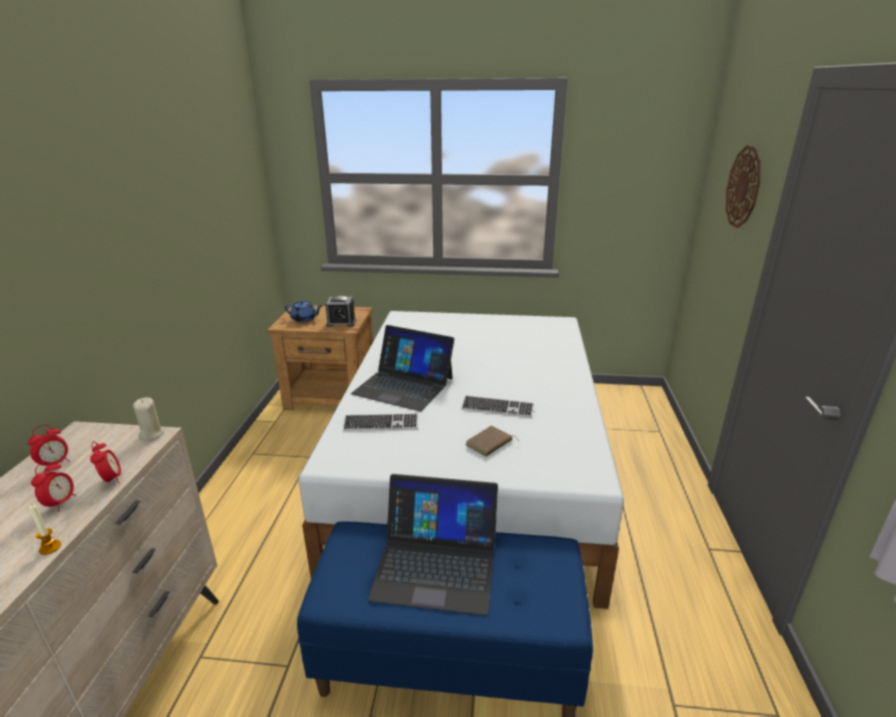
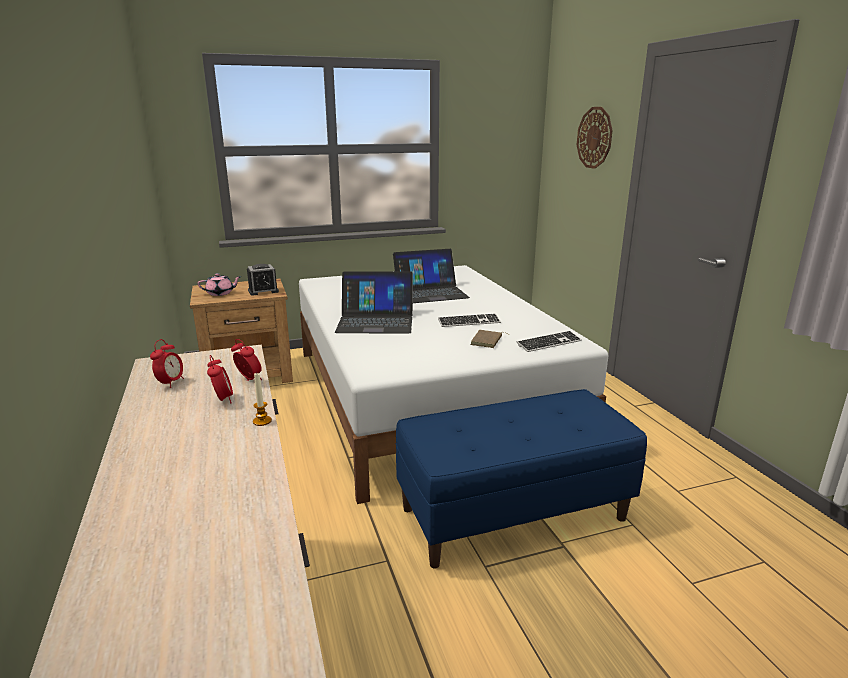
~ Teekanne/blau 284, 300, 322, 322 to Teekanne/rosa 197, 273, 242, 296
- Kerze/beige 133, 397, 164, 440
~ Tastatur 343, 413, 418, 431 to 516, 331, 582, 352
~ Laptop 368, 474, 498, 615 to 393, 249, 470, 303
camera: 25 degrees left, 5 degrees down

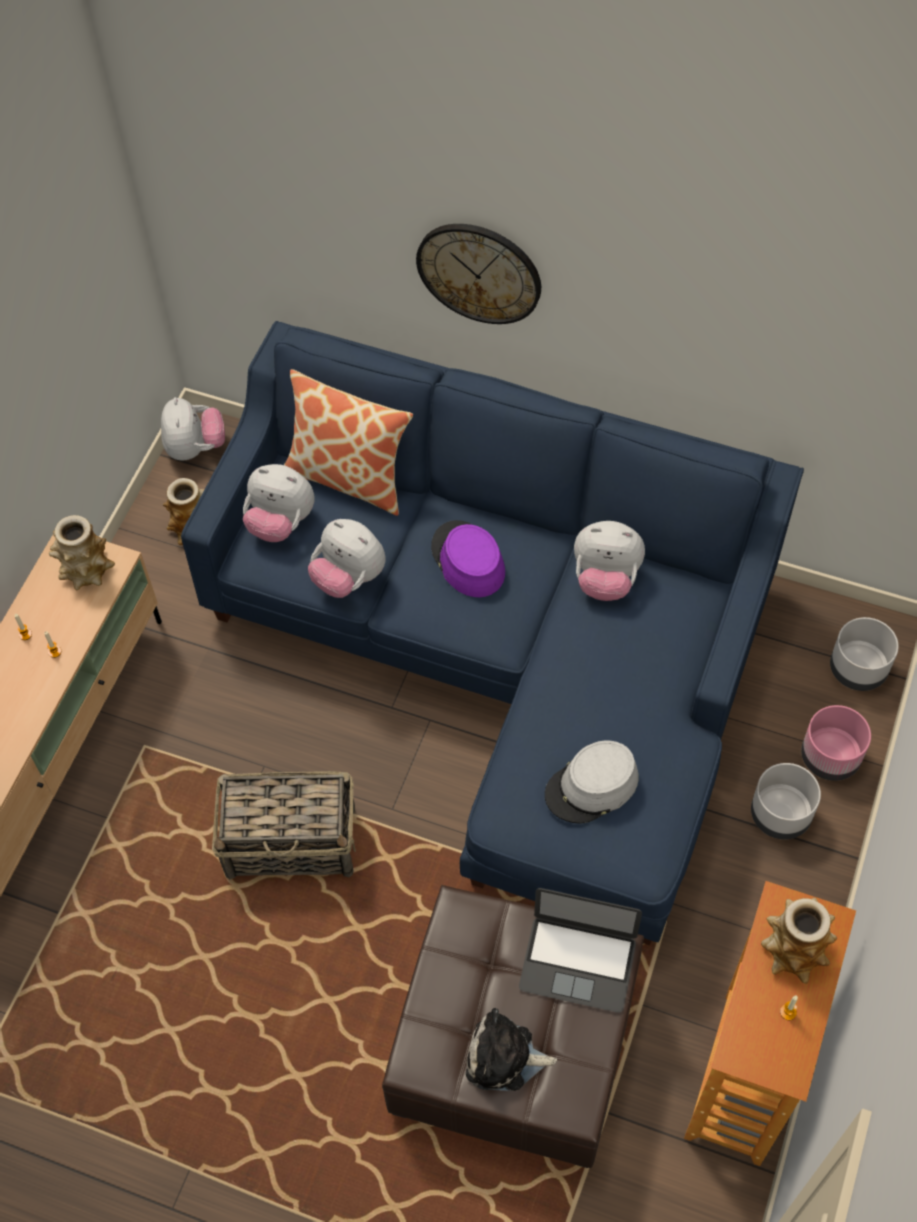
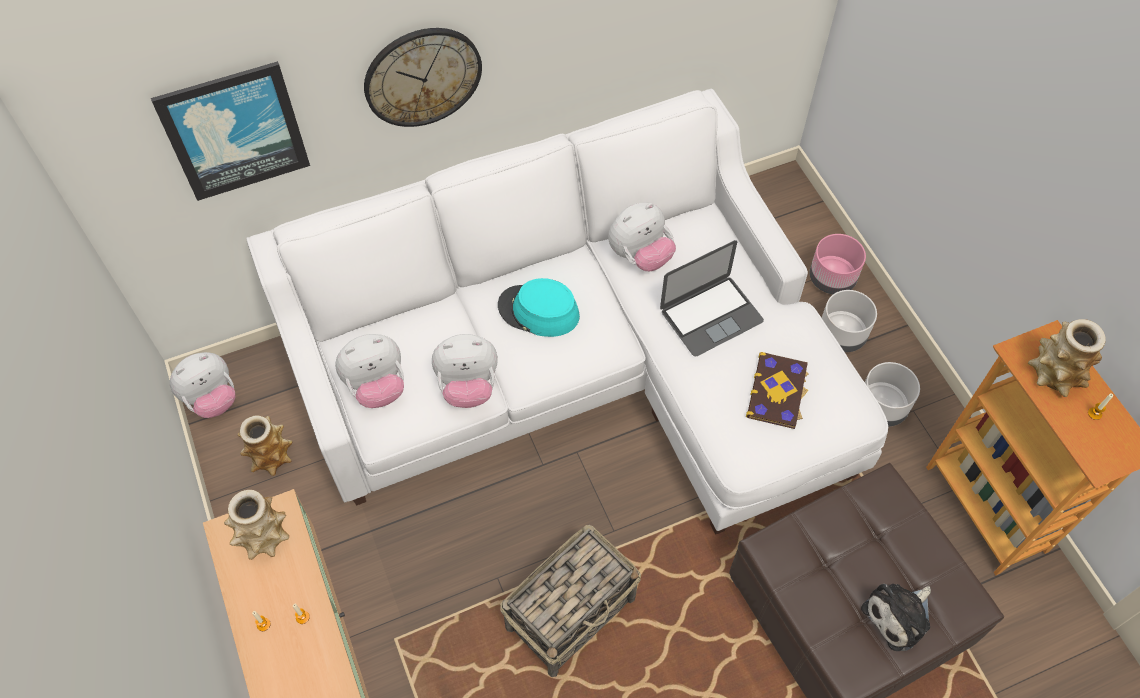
~ Sofa/blau 181, 321, 804, 945 to Sofa/weiß 247, 89, 888, 535
- Kissen 284, 369, 413, 516
~ Plüschtier 161, 397, 225, 460 = 170, 352, 236, 418 105 degrees clockwise
~ Hut/lila 431, 520, 505, 597 to Hut/türkis 498, 278, 580, 337
~ Pflanzkübel/grau 830, 617, 899, 691 to 865, 362, 920, 427
~ Hut/grau 545, 740, 639, 824 to Buch 746, 352, 809, 429
~ Laptop 519, 888, 642, 1013 to 660, 240, 764, 356
+ Bild 151, 61, 310, 201
camera: 45 degrees left, 0 degrees up

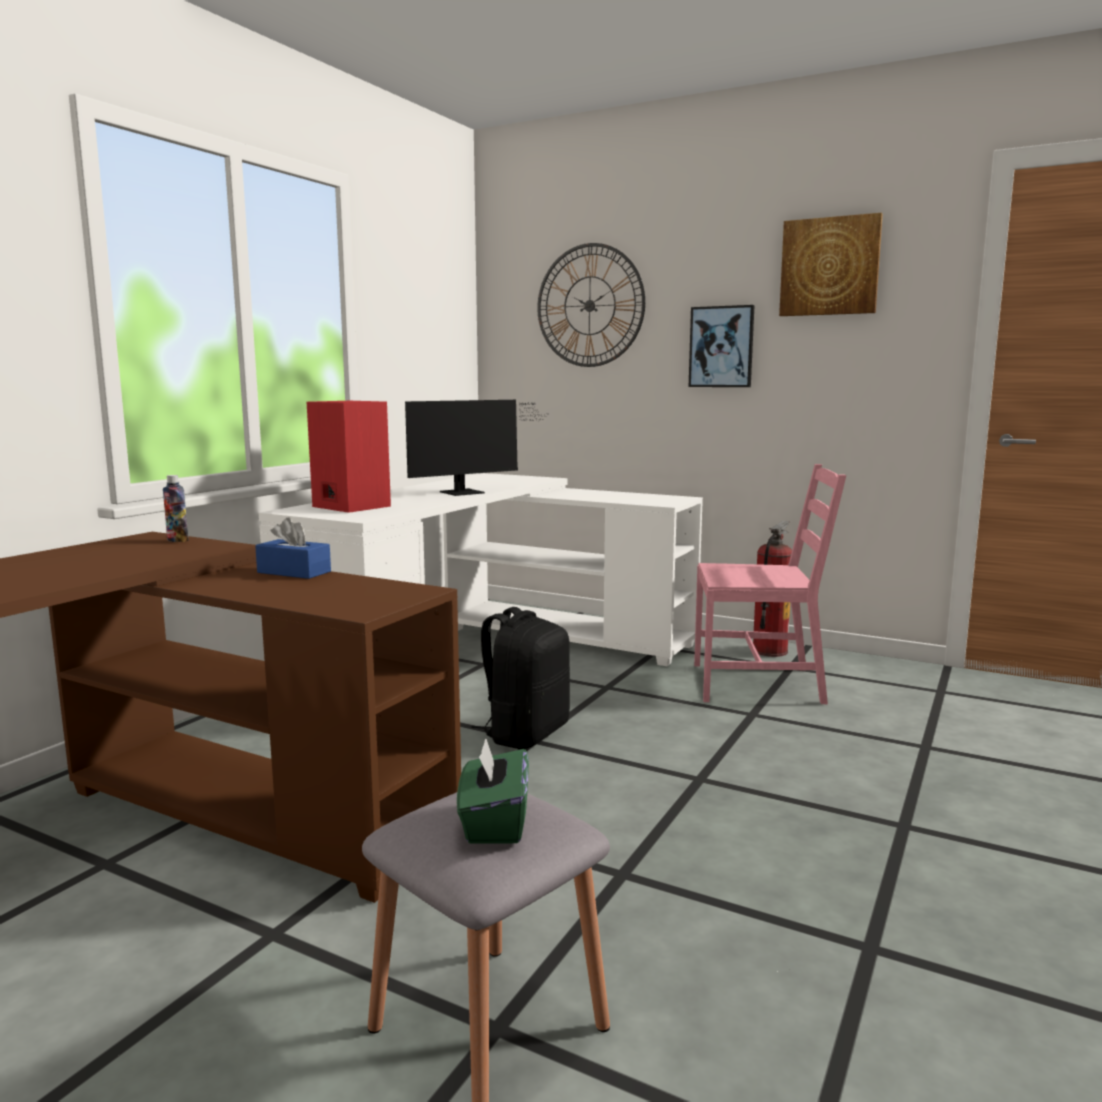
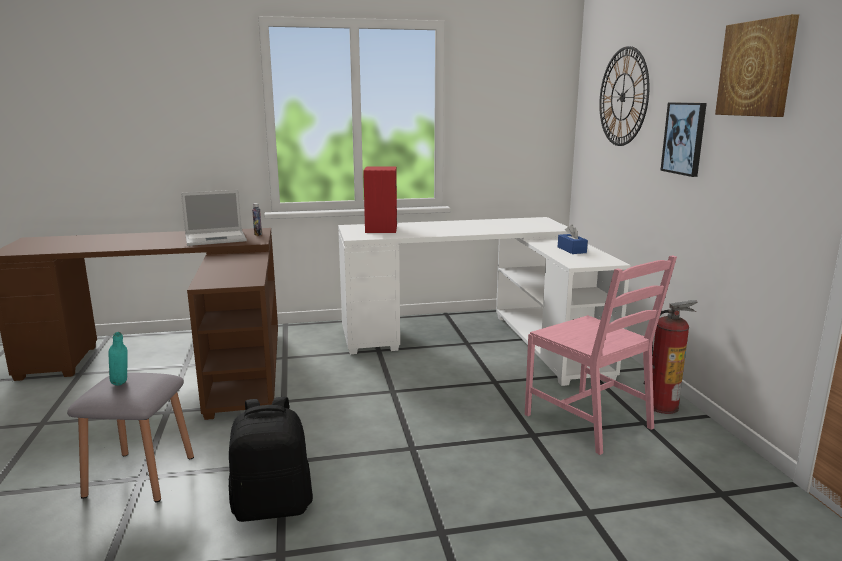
- Monitor 405, 400, 549, 496
~ Taschentuchbox/blau 255, 517, 331, 579 to 558, 225, 588, 254
~ Rucksack/schwarz 471, 607, 570, 749 to 229, 397, 313, 522
~ Taschentuchbox/grün 457, 737, 529, 844 to Flasche/türkis 108, 332, 128, 386
+ Laptop 181, 190, 247, 246
camera: 50 degrees right, 5 degrees up

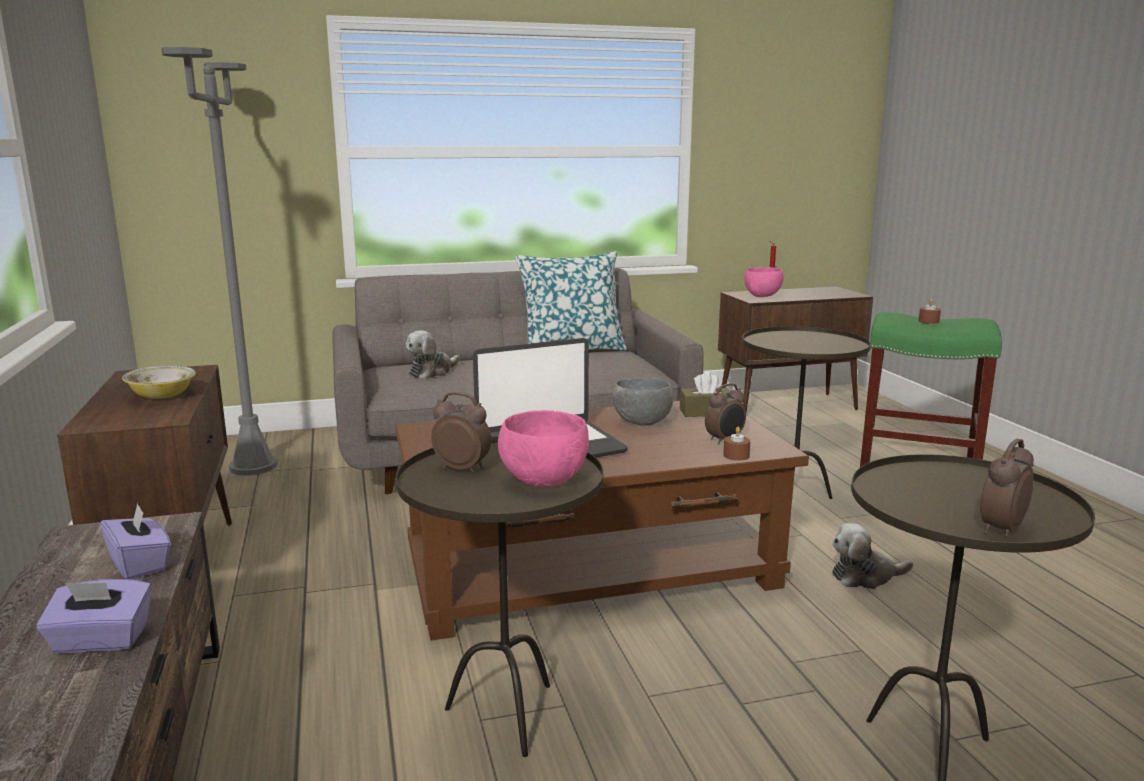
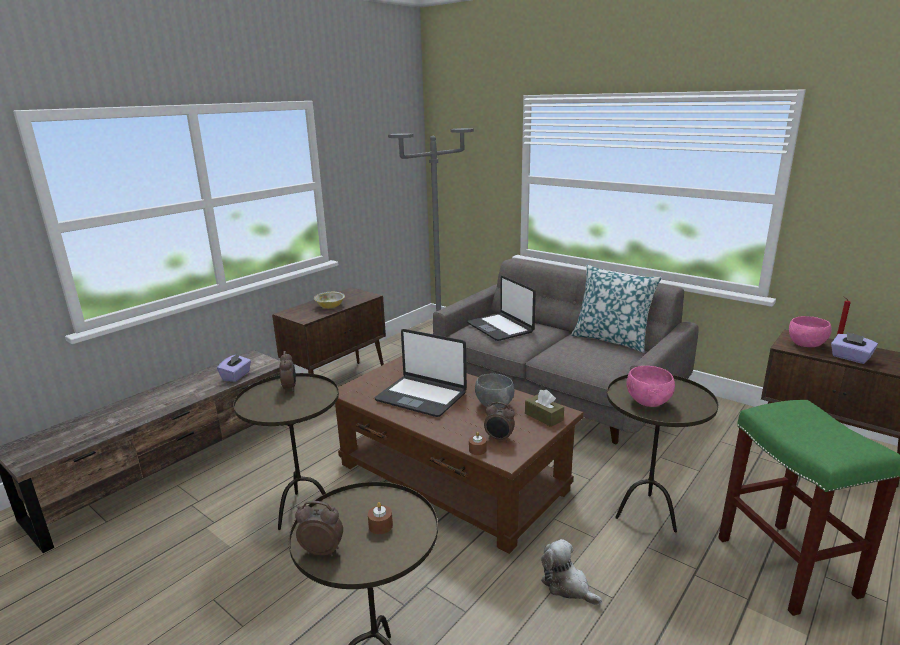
~ Kerze/braun 918, 298, 941, 324 to 368, 502, 393, 534
~ Plüschtier 406, 330, 460, 379 to Laptop 467, 276, 536, 341
~ Schüssel/rosa 498, 410, 589, 487 to 627, 366, 675, 407
~ Taschentuchbox/lila 36, 579, 152, 653 to 831, 332, 878, 364
camera: 55 degrees right, 5 degrees up

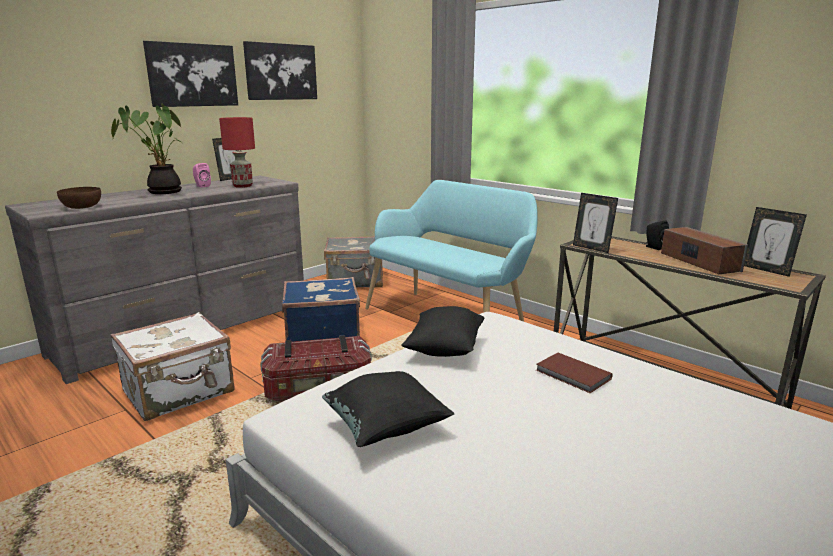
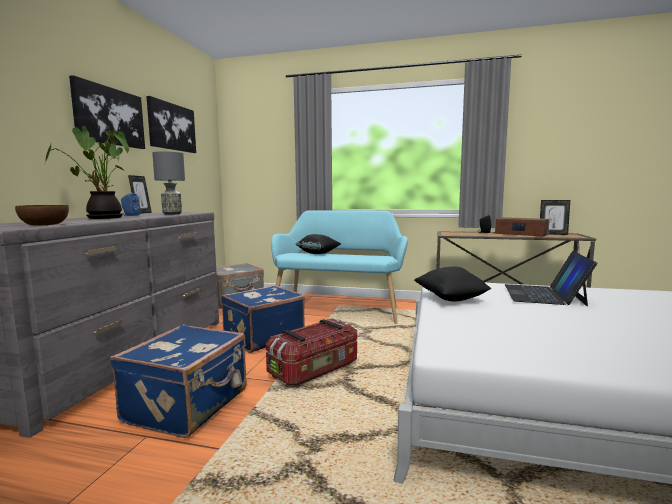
~ Tischlampe/rot 219, 117, 255, 188 to Tischlampe/grau 152, 151, 185, 215
~ Lautsprecher/rosa 193, 163, 211, 188 to Lautsprecher/blau 121, 193, 141, 216
- Bilderrahmen 573, 193, 618, 253
~ Koffer/weiß 110, 312, 234, 421 to Koffer/blau 110, 324, 247, 438
~ Buch/braun 536, 353, 613, 393 to Laptop 505, 251, 597, 306
~ Kissen/schwarz 322, 371, 454, 447 to 295, 234, 341, 254
camera: 30 degrees left, 10 degrees down

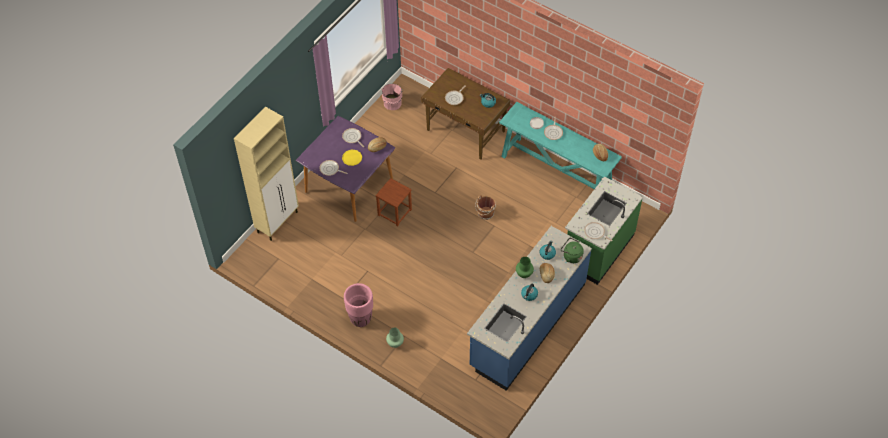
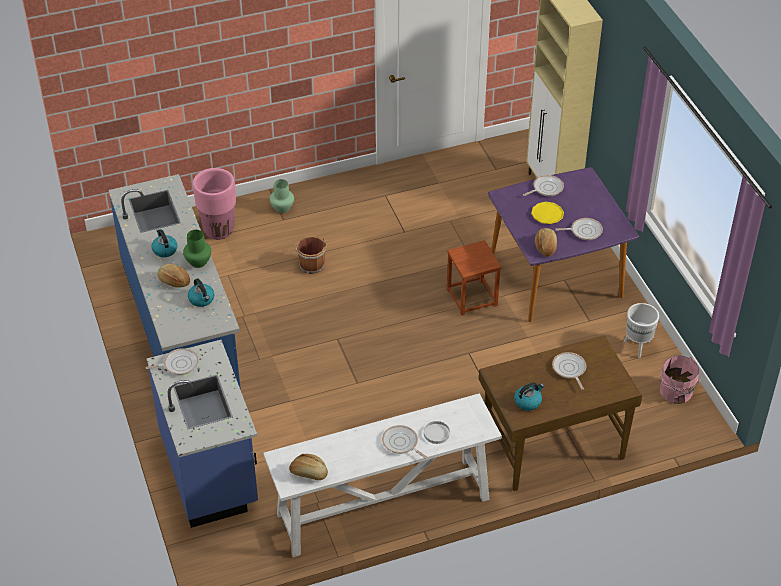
~ Konsolentisch/türkis 499, 102, 622, 189 to Konsolentisch/weiß 263, 393, 502, 557
~ Küchenzeile/grün 565, 176, 643, 285 to Küchenzeile/blau 147, 340, 258, 528
~ Eimer/braun 475, 195, 496, 220 to 294, 236, 327, 274
- Wasserkessel/grün 561, 238, 584, 263
~ Pflanzkübel/rosa 344, 283, 373, 327 to 193, 168, 236, 240
+ Pflanzkübel/weiß 624, 303, 659, 358
camera: 125 degrees right, 10 degrees down

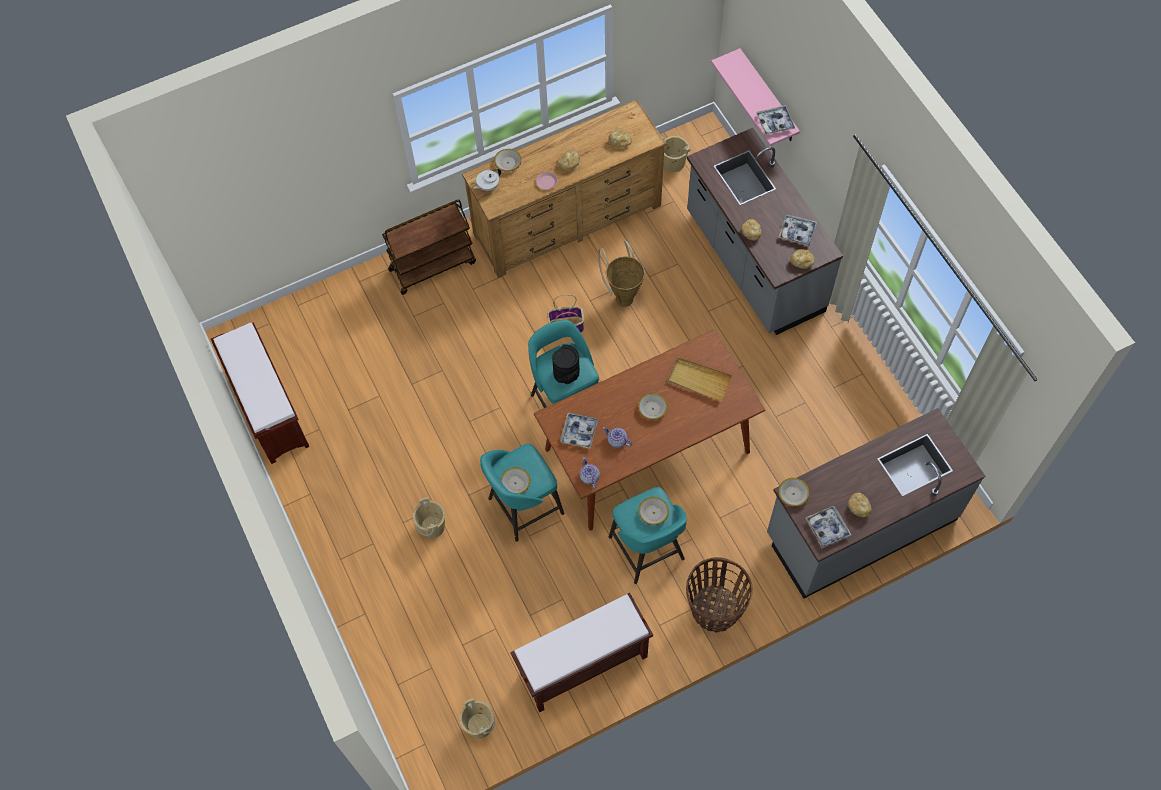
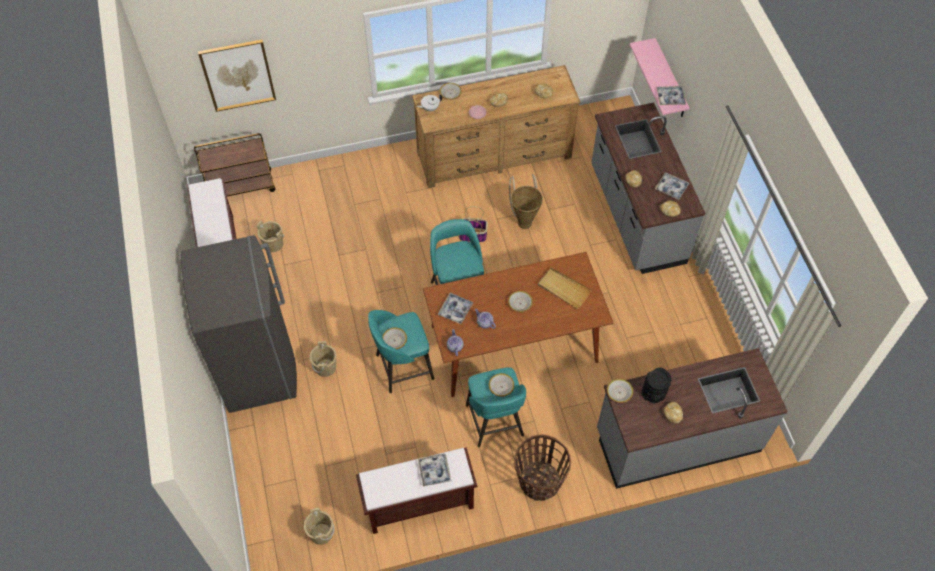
~ Eimer/beige 662, 136, 690, 172 to 257, 221, 284, 252
~ Rollwagen/braun 382, 200, 476, 295 to 194, 133, 275, 196
~ Vase/schwarz 552, 345, 580, 384 to 642, 367, 671, 403
~ Tablett 805, 506, 851, 548 to 418, 453, 451, 487
+ Bild 198, 40, 276, 112
+ Kühlschrank/grau 180, 235, 297, 413
camera: 10 degrees right, 5 degrees down

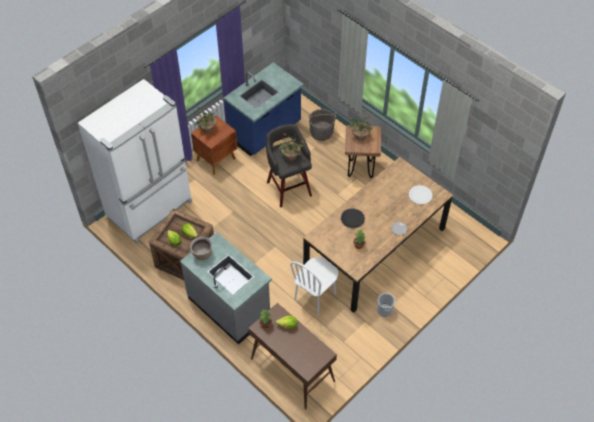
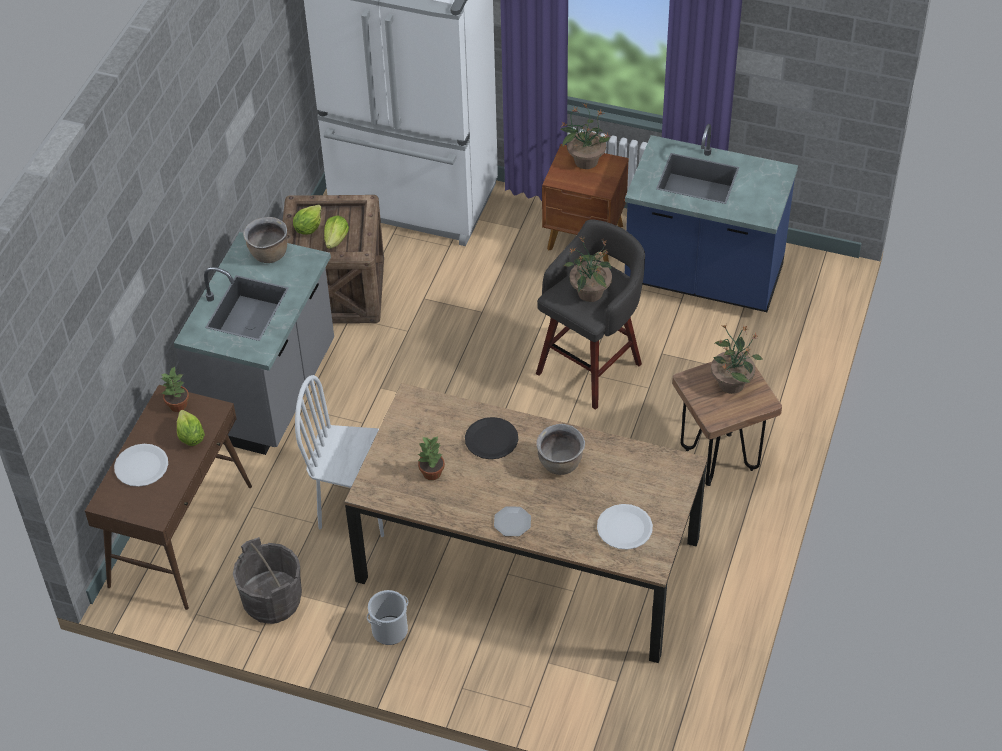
~ Eimer/grau 309, 109, 336, 141 to 233, 537, 302, 624
+ Kochtopf/braun 537, 424, 585, 475
+ Teller/weiß 114, 444, 168, 487
camera: 65 degrees right, 5 degrees down

